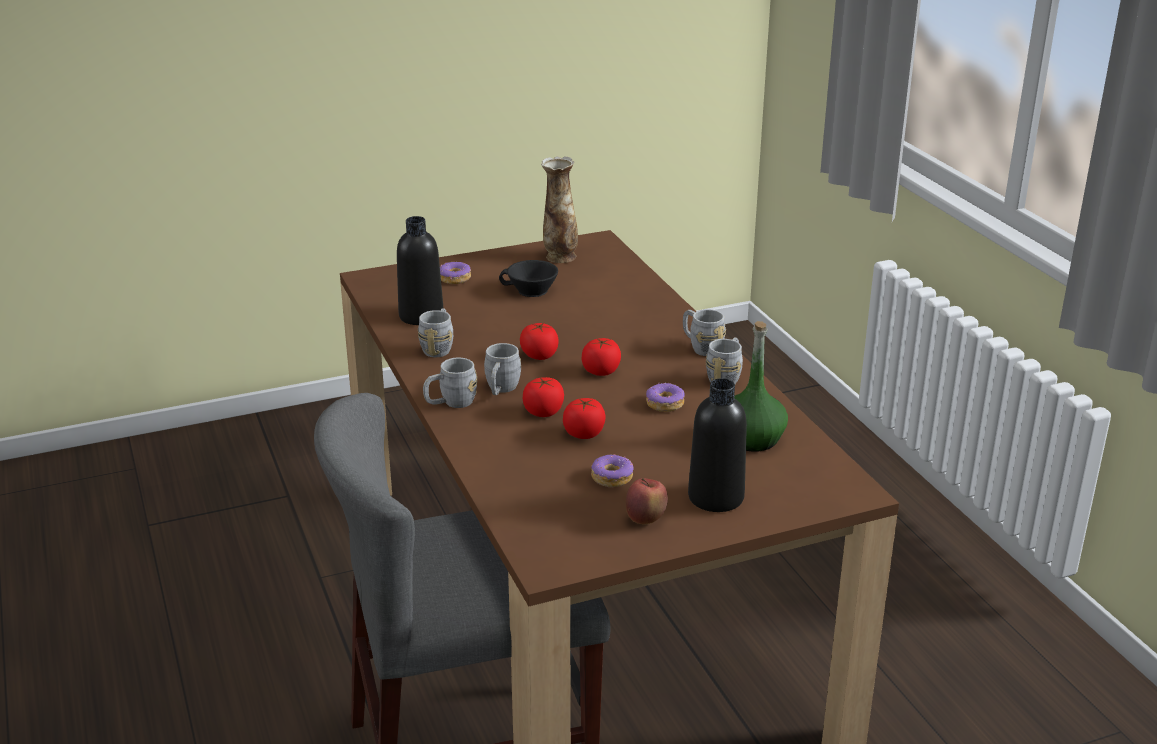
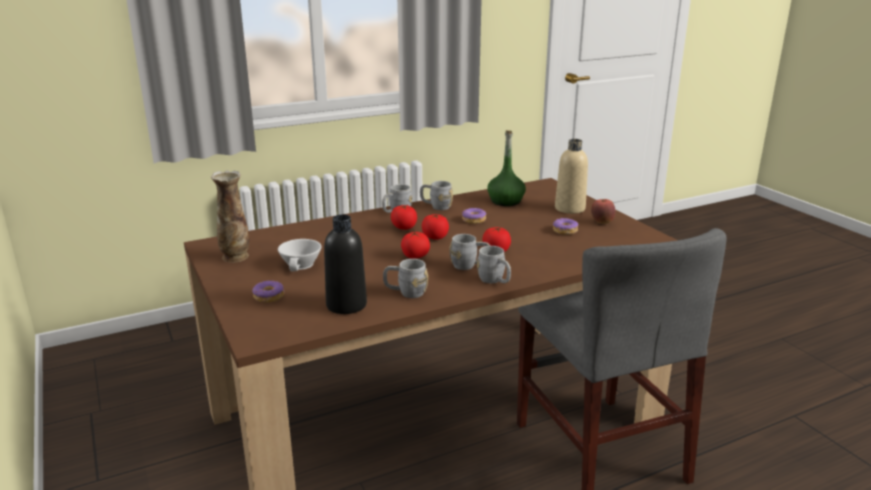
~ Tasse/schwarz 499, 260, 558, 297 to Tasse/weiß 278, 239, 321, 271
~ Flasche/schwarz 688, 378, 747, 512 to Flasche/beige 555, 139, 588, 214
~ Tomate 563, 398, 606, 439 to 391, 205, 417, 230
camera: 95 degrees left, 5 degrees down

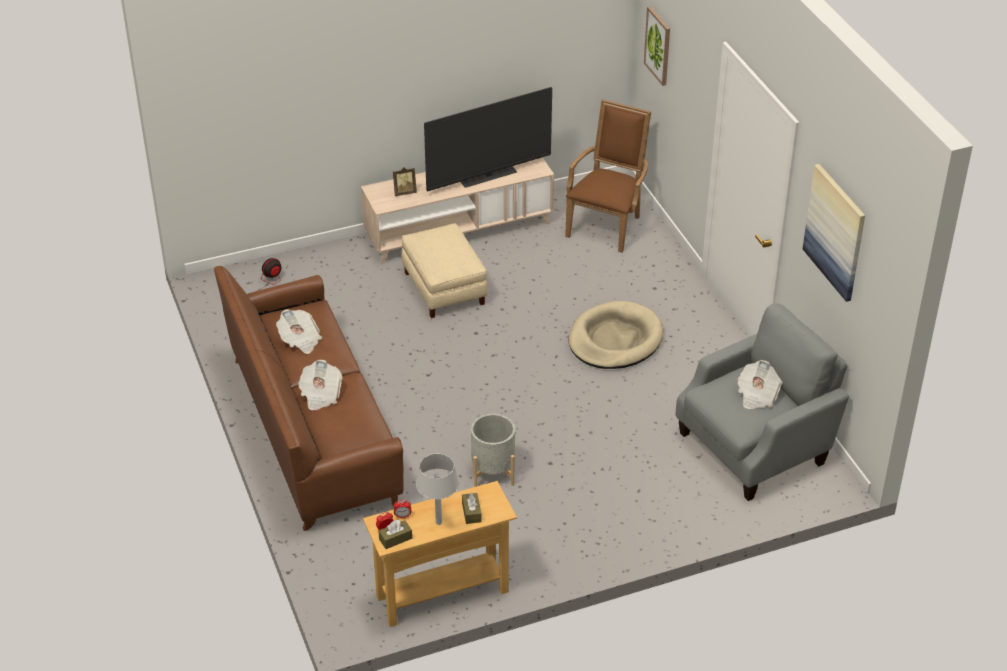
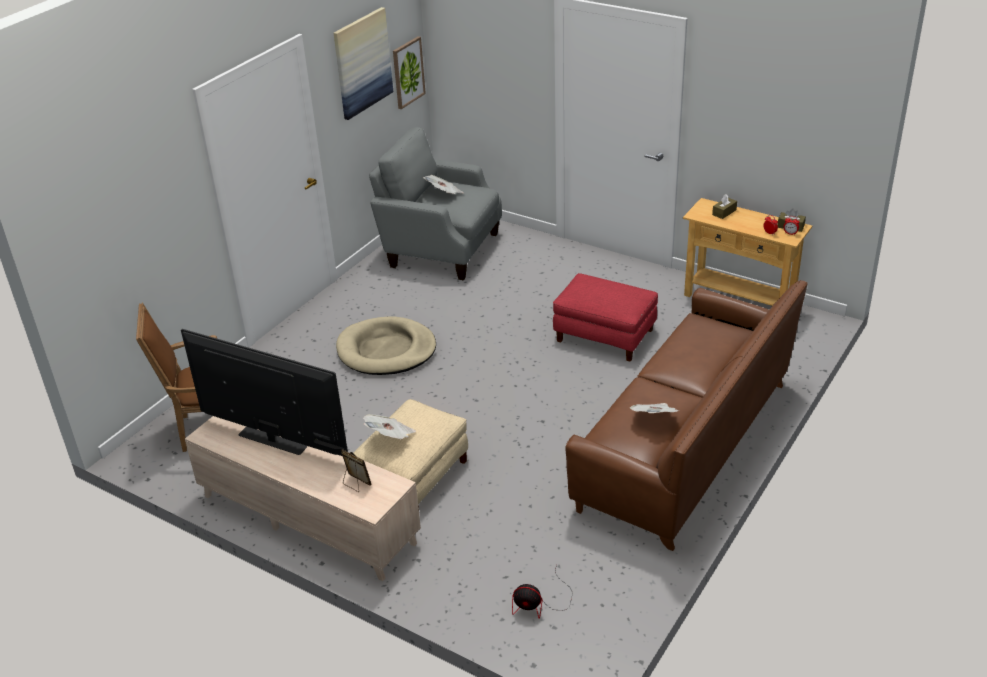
~ Bild 644, 6, 670, 86 to 393, 36, 426, 109
~ Zeitung 298, 360, 343, 411 to 363, 414, 416, 439
~ Pflanzkübel/grau 471, 414, 515, 487 to Polsterhocker/rot 553, 273, 658, 362
- Tischlampe/grau 416, 454, 459, 525
camera: 125 degrees left, 5 degrees down

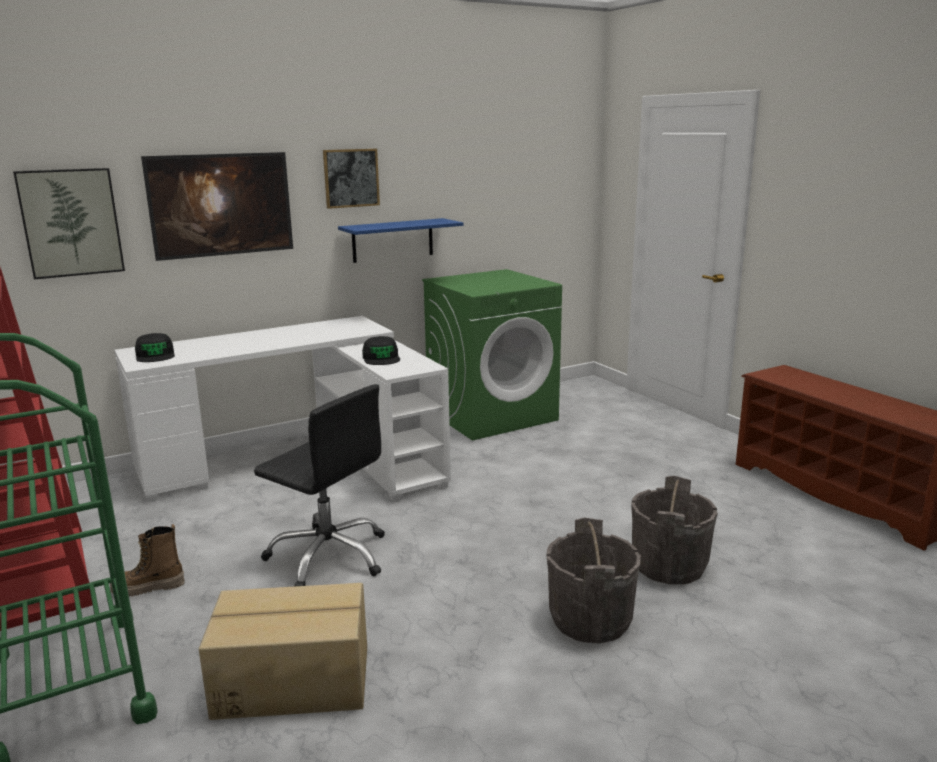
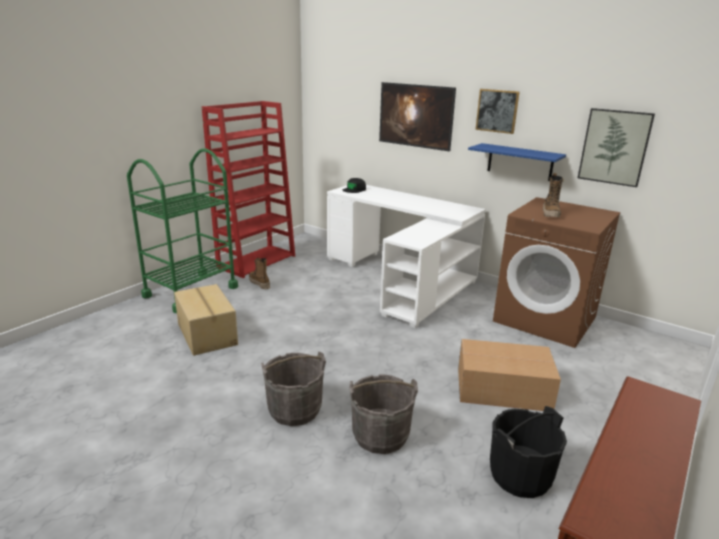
~ Bild 13, 168, 125, 279 to 578, 108, 655, 187
~ Waschmaschine/grün 422, 269, 562, 440 to Waschmaschine/braun 493, 197, 621, 348
- Kappe/schwarz 362, 336, 400, 365
- Bürostuhl/schwarz 254, 384, 385, 587
+ Stiefel 543, 173, 564, 218
+ Karton 458, 339, 561, 411
+ Eimer/schwarz 490, 406, 567, 498
camera: 65 degrees right, 5 degrees up

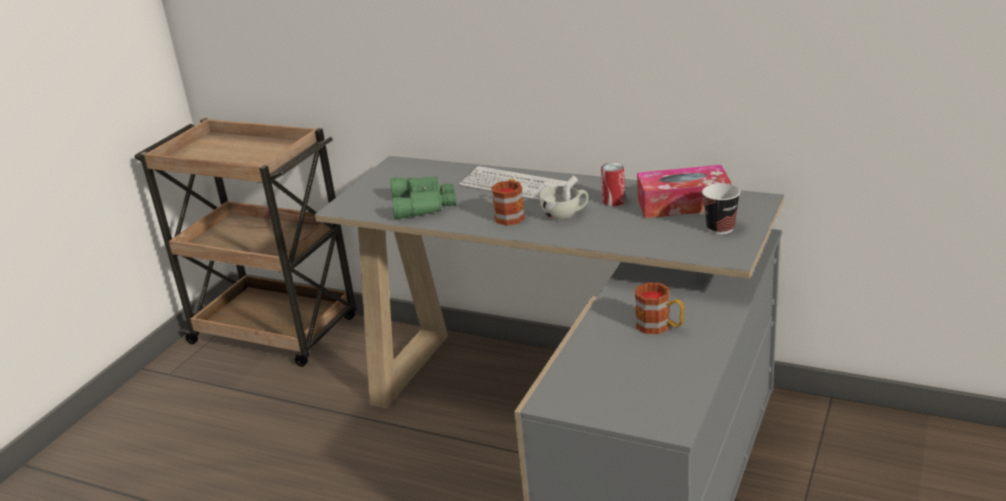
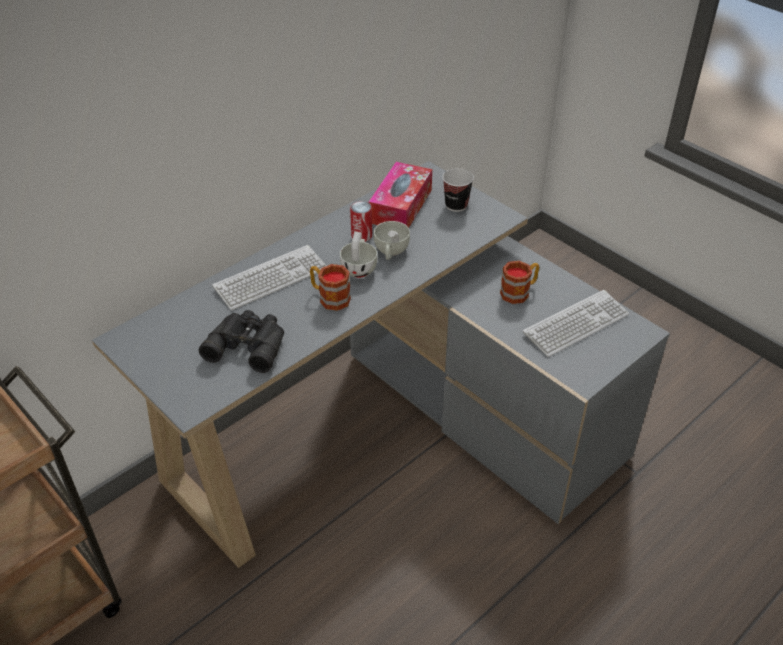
~ Fernglas/grün 390, 176, 456, 219 to Fernglas/schwarz 199, 310, 284, 373
+ Tasse/weiß 374, 221, 410, 260
+ Tastatur 523, 290, 629, 357
camera: 70 degrees left, 15 degrees up

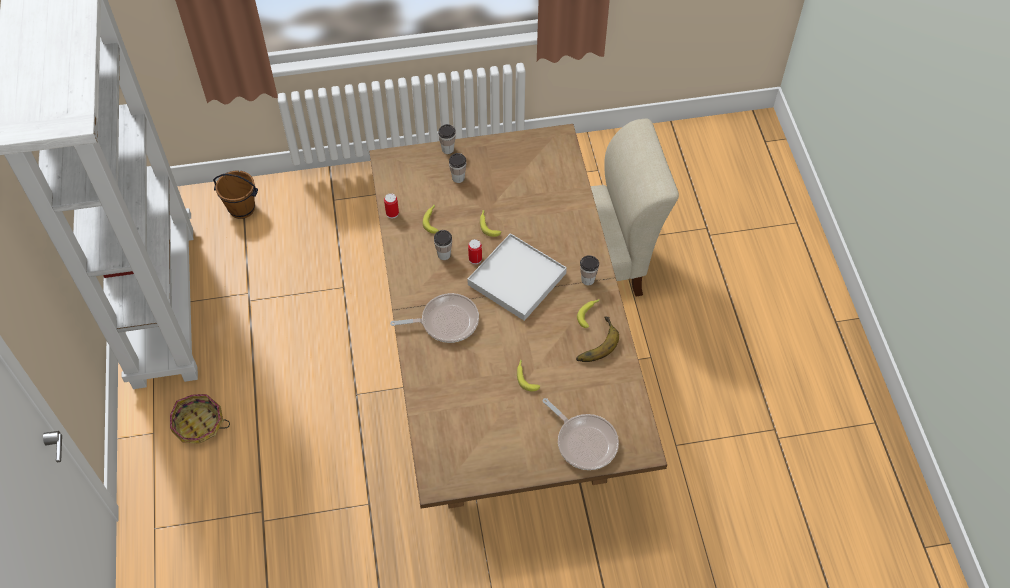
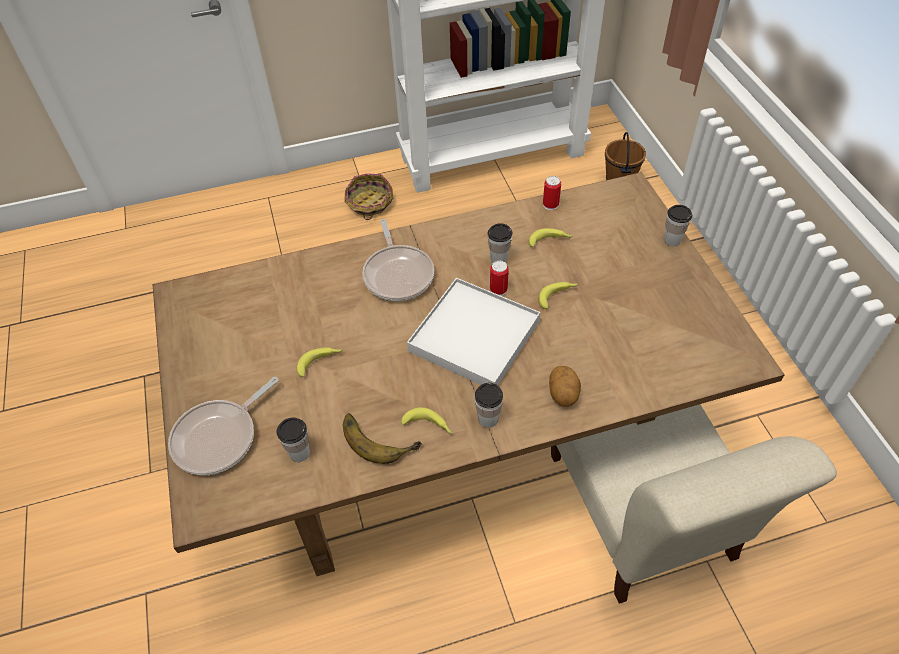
~ Tasse 449, 153, 466, 183 to 276, 418, 310, 462
+ Kartoffel 549, 366, 581, 407
camera: 85 degrees right, 5 degrees down

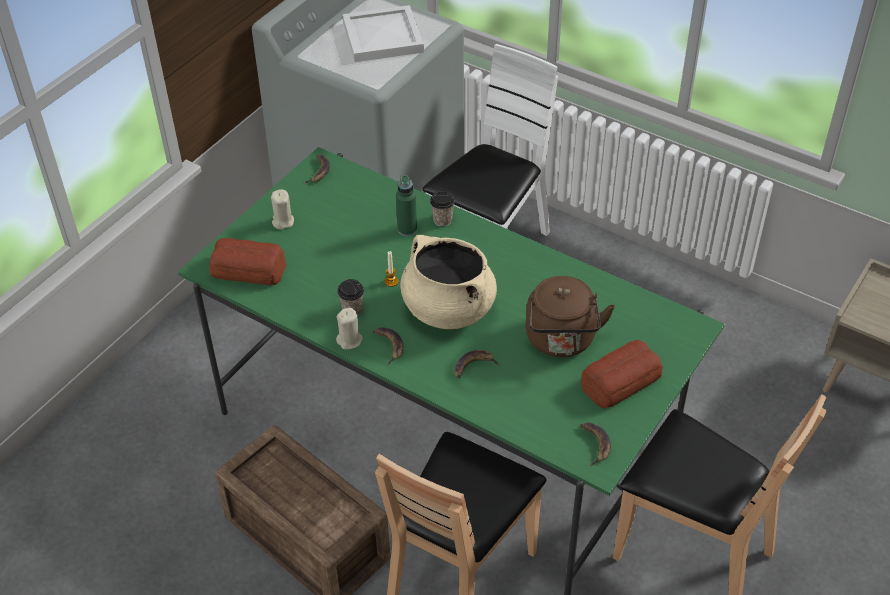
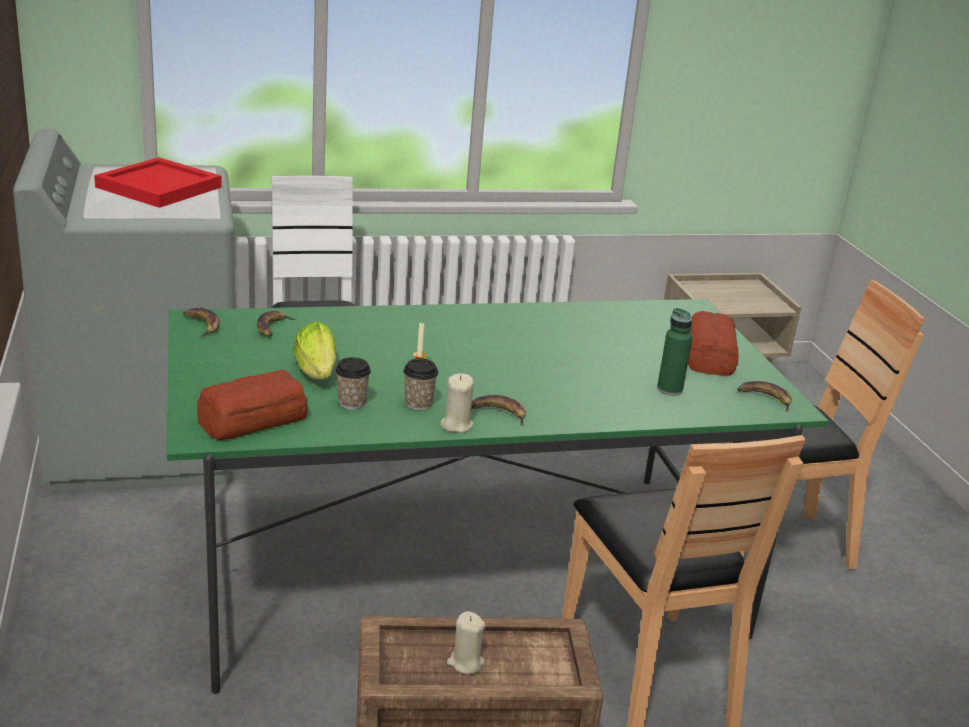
~ Tablett/weiß 342, 5, 424, 62 to Tablett/rot 94, 157, 222, 208
~ Flasche/grün 396, 175, 417, 236 to 657, 308, 693, 396
~ Kerze/beige 271, 189, 294, 229 to 447, 611, 485, 674
~ Tasse 430, 190, 455, 226 to 335, 357, 371, 410
- Kochtopf/beige 400, 235, 497, 329
- Wasserkessel/braun 526, 276, 615, 357
~ Banane 454, 350, 500, 378 to 257, 311, 297, 336
+ Salatkopf 293, 322, 336, 380
camera: 50 degrees left, 20 degrees down

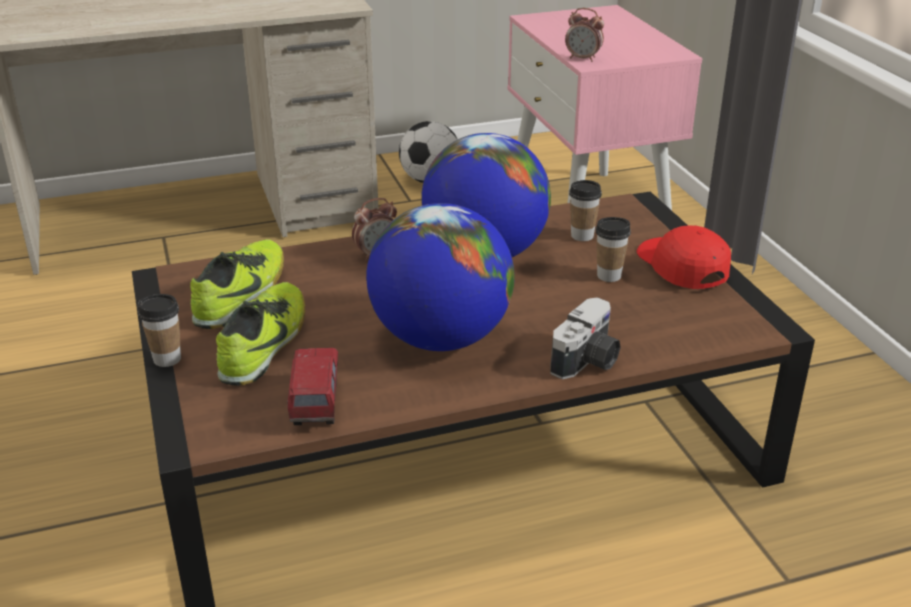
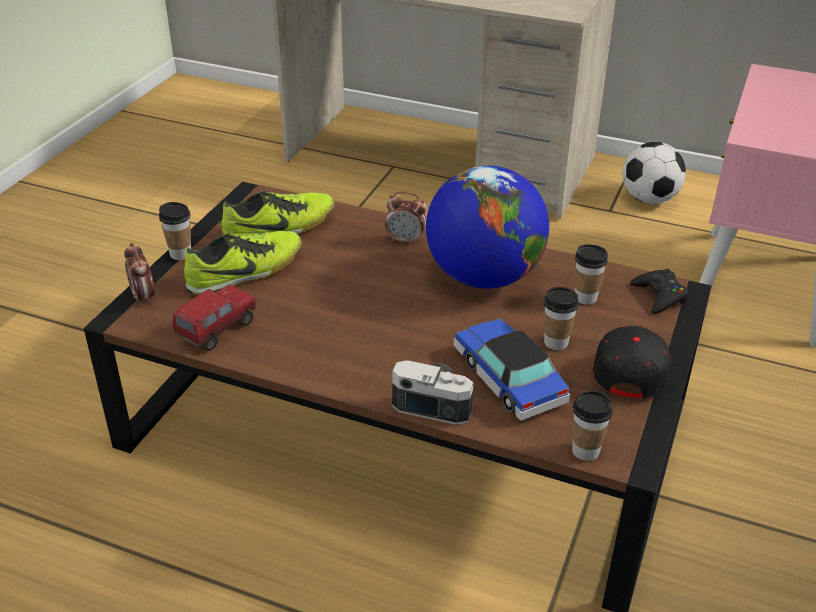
~ Wecker 565, 8, 604, 62 to 124, 243, 155, 306
- Globus 366, 203, 515, 351
~ Kappe/rot 636, 225, 731, 289 to Kappe/schwarz 593, 326, 671, 398
~ Kamera 550, 297, 621, 379 = 392, 360, 474, 425 150 degrees counterclockwise
+ Gamepad/schwarz 630, 269, 688, 314
+ Spielzeugauto 453, 319, 570, 421
+ Tasse 572, 390, 613, 461
camera: 40 degrees right, 5 degrees up

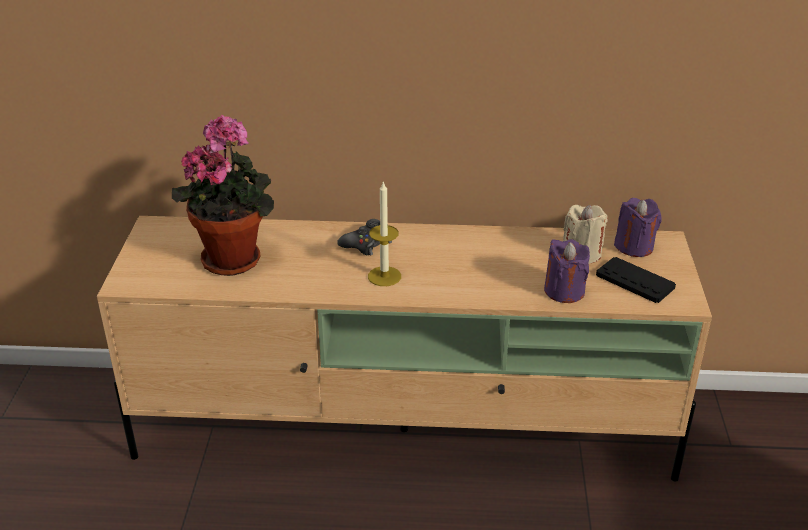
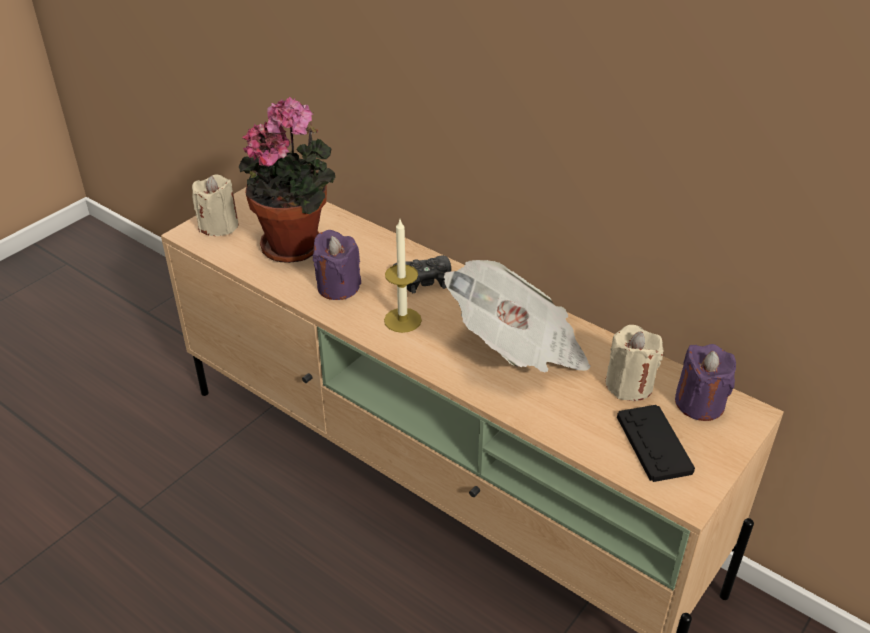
~ Kerze/lila 544, 239, 590, 303 to 313, 229, 361, 300
+ Kerze/beige 192, 174, 238, 236
+ Zeitung 444, 260, 591, 373
camera: 35 degrees right, 5 degrees up

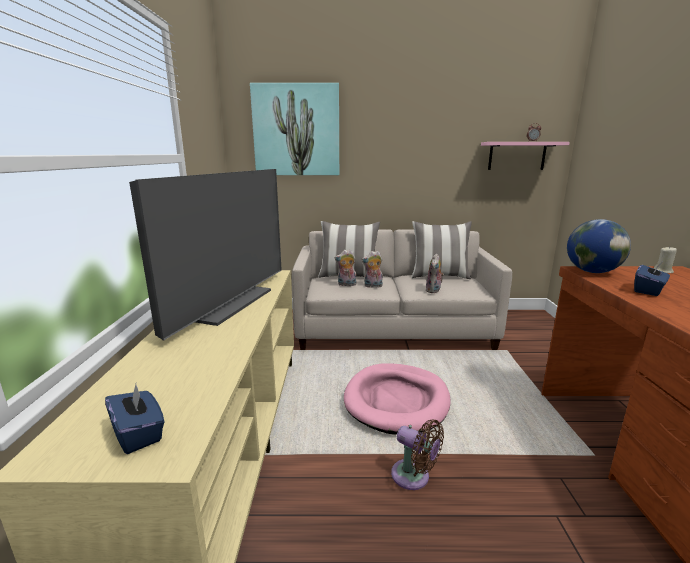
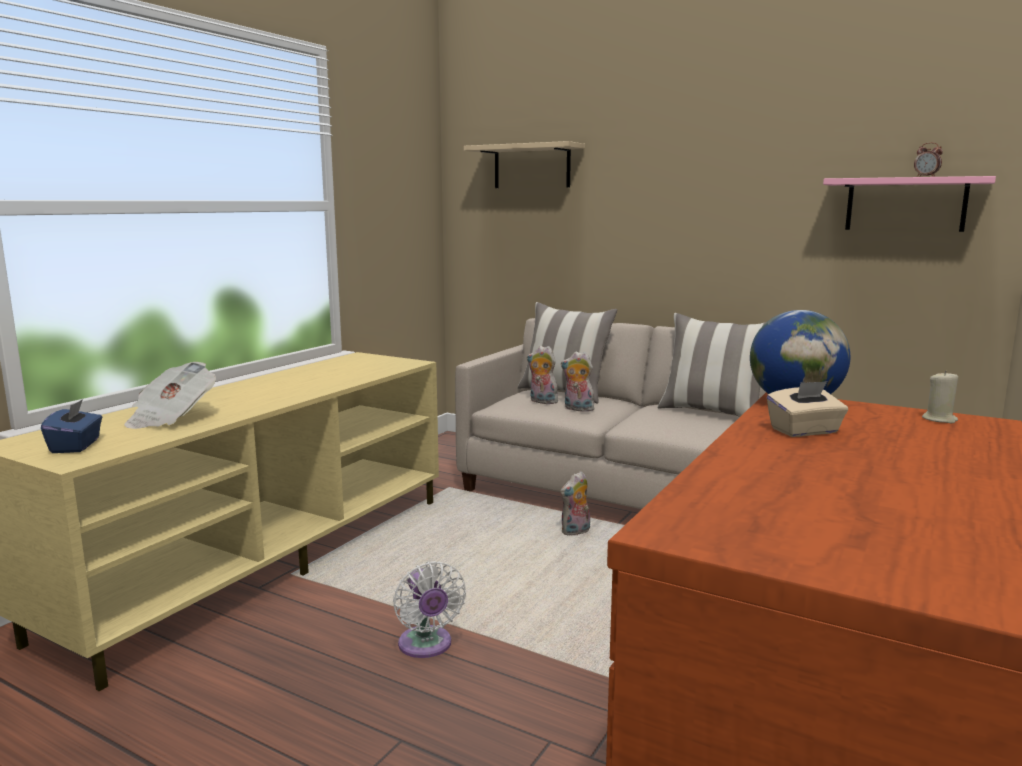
~ Bild 250, 83, 339, 175 to Wandregal/beige 464, 141, 585, 188
- Fernseher 129, 169, 282, 340
~ Plüschtier 426, 253, 444, 293 to 561, 471, 590, 535
~ Taschentuchbox/blau 634, 262, 670, 296 to Taschentuchbox/beige 767, 381, 848, 437
- Hundebett/rosa 344, 363, 450, 435
~ Ventilator/braun 391, 419, 444, 490 to Ventilator/weiß 393, 561, 466, 658
+ Zeitung 124, 362, 216, 429
camera: 30 degrees right, 5 degrees down

